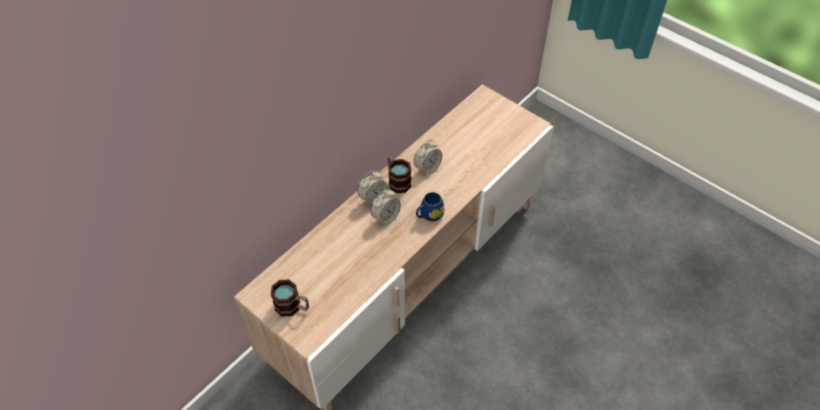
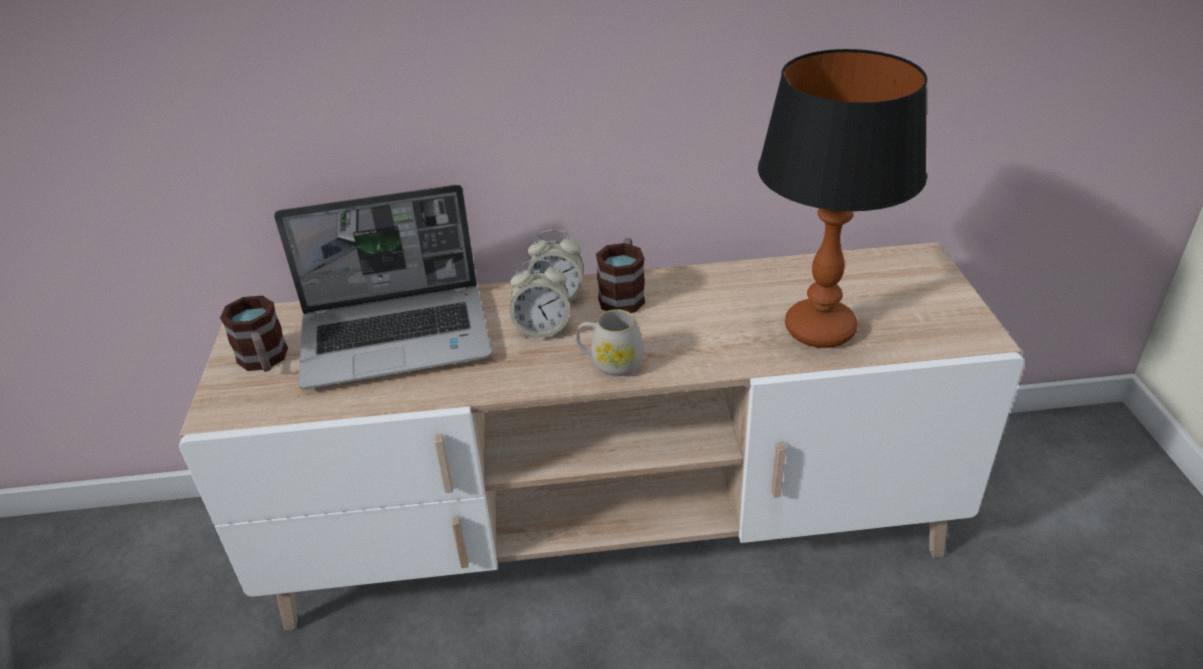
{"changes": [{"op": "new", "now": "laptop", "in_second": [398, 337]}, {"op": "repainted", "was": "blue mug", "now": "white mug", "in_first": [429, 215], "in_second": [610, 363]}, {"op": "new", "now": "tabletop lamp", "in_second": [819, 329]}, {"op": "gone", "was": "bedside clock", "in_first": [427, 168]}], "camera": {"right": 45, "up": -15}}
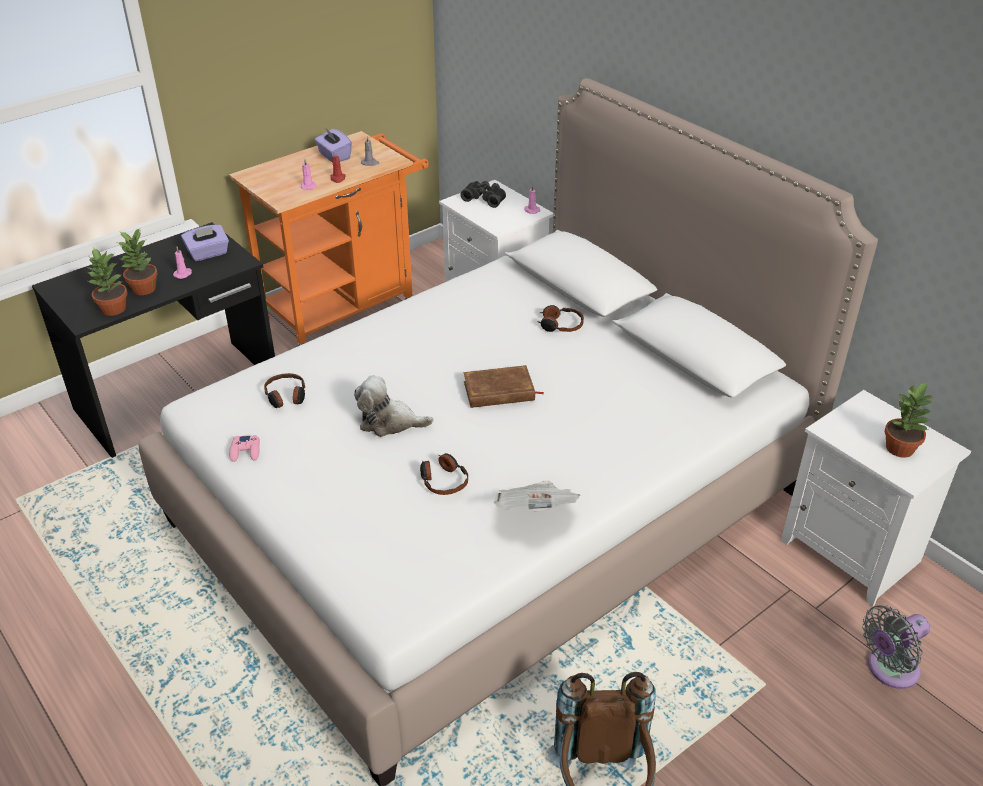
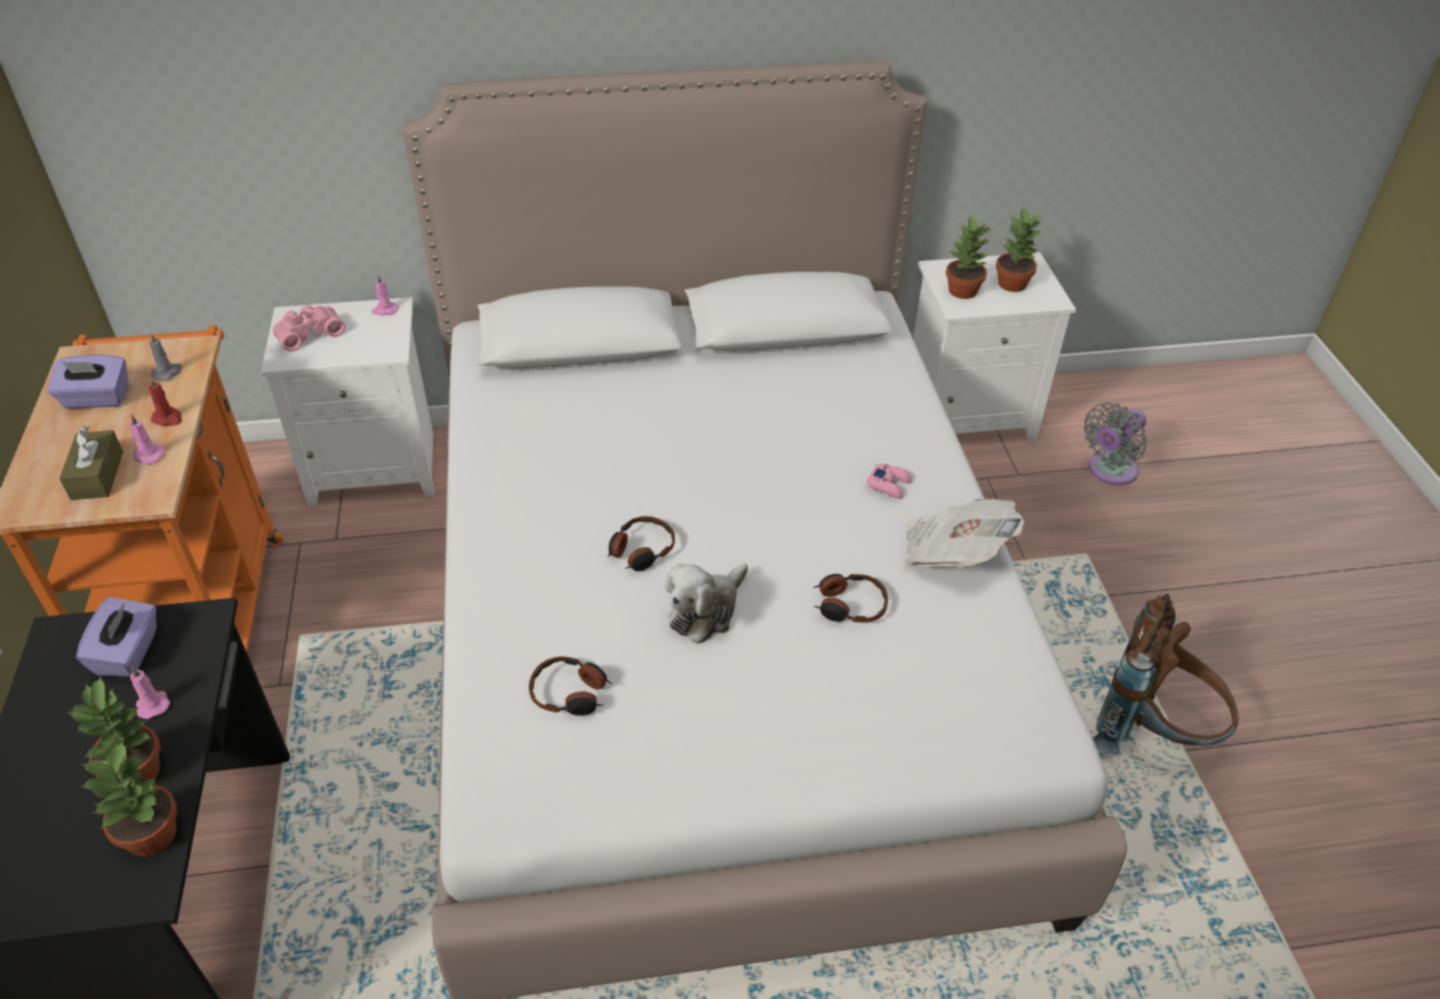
{"changes": [{"op": "new", "now": "brown-coloured tissue box", "in_second": [97, 475]}, {"op": "repainted", "was": "black field glasses", "now": "pink-coloured field glasses", "in_first": [485, 198], "in_second": [309, 333]}, {"op": "shifted", "was": "headphones", "in_first": [560, 325], "in_second": [641, 551]}, {"op": "shifted", "was": "pink-coloured gamepad", "in_first": [246, 451], "in_second": [889, 484]}, {"op": "new", "now": "potted plant", "in_second": [962, 291]}, {"op": "rotated", "was": "gray electric fan", "in_first": [889, 670], "in_second": [1109, 471], "clockwise": 45}, {"op": "gone", "was": "brown-coloured book", "in_first": [499, 391]}], "camera": {"right": -60, "up": 5}}
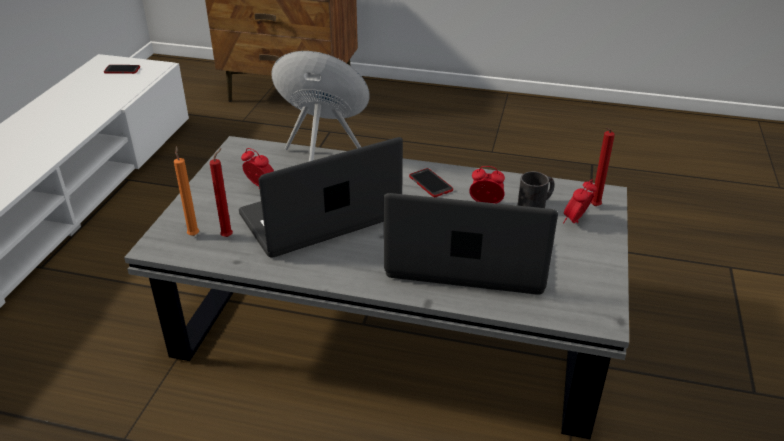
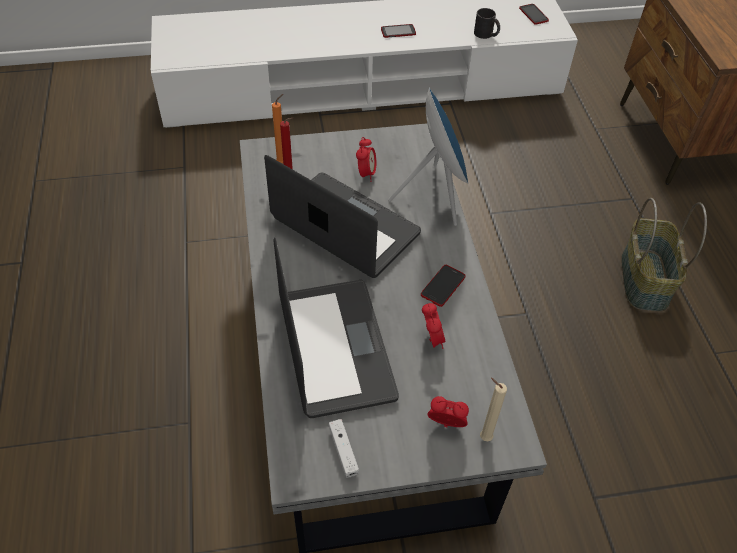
{"changes": [{"op": "new", "now": "white gamepad", "in_second": [343, 451]}, {"op": "new", "now": "handset", "in_second": [398, 31]}, {"op": "shifted", "was": "black mug", "in_first": [536, 204], "in_second": [486, 34]}, {"op": "repainted", "was": "red wax candle", "now": "beige-coloured wax candle", "in_first": [594, 207], "in_second": [483, 437]}, {"op": "new", "now": "basket", "in_second": [643, 279]}], "camera": {"right": 65, "up": 15}}
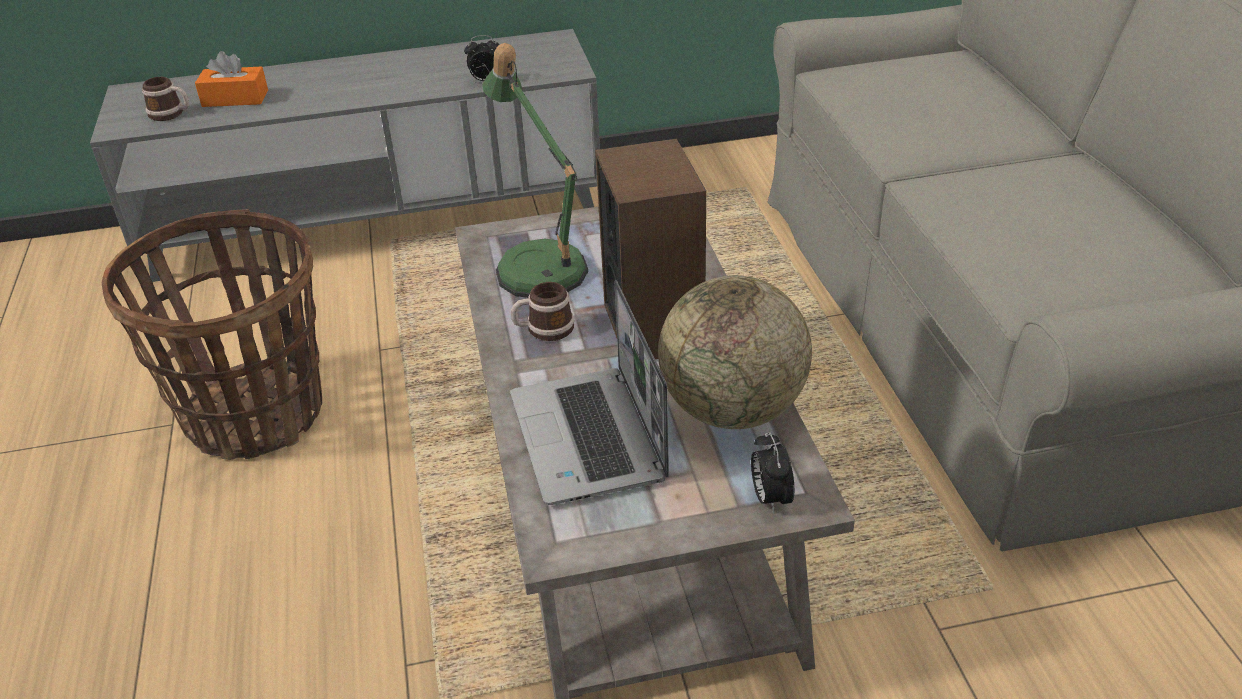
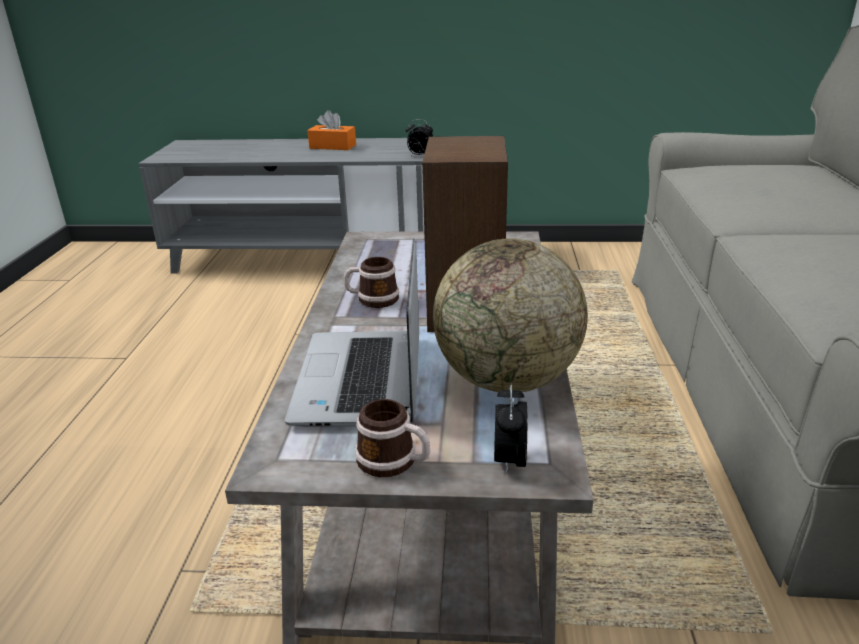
{"changes": [{"op": "shifted", "was": "orangey tissue box", "in_first": [235, 98], "in_second": [332, 146]}, {"op": "shifted", "was": "mug", "in_first": [171, 114], "in_second": [394, 462]}, {"op": "gone", "was": "basket", "in_first": [255, 414]}, {"op": "gone", "was": "tabletop lamp", "in_first": [538, 263]}], "camera": {"right": 15, "up": -10}}
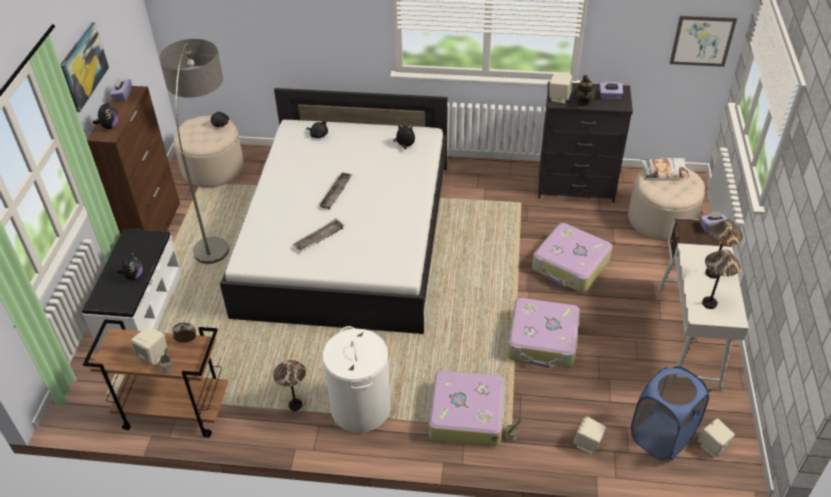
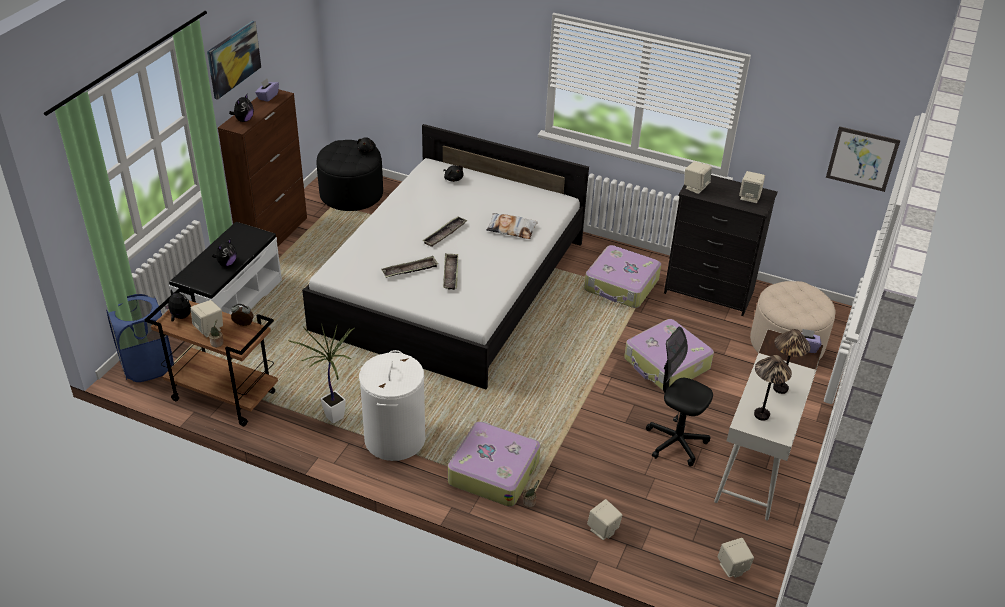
{"changes": [{"op": "shifted", "was": "blue laundry basket", "in_first": [661, 436], "in_second": [147, 366]}, {"op": "shifted", "was": "plush toy", "in_first": [405, 146], "in_second": [180, 317]}, {"op": "swapped", "was": "tabletop lamp", "now": "potted plant", "in_first": [295, 405], "in_second": [335, 420]}, {"op": "repainted", "was": "beige-coloured footrest", "now": "black footrest", "in_first": [213, 168], "in_second": [351, 194]}, {"op": "new", "now": "serving tray", "in_second": [451, 274]}, {"op": "shifted", "was": "throw pillow", "in_first": [664, 171], "in_second": [511, 229]}, {"op": "shifted", "was": "piece of luggage", "in_first": [543, 341], "in_second": [621, 285]}, {"op": "new", "now": "black desk chair", "in_second": [675, 442]}, {"op": "swapped", "was": "purplish tissue box", "now": "beige-coloured audio speaker", "in_first": [610, 96], "in_second": [750, 197]}, {"op": "gone", "was": "standing lamp", "in_first": [220, 222]}, {"op": "gone", "was": "tea pot", "in_first": [583, 102]}], "camera": {"right": 15, "up": -5}}
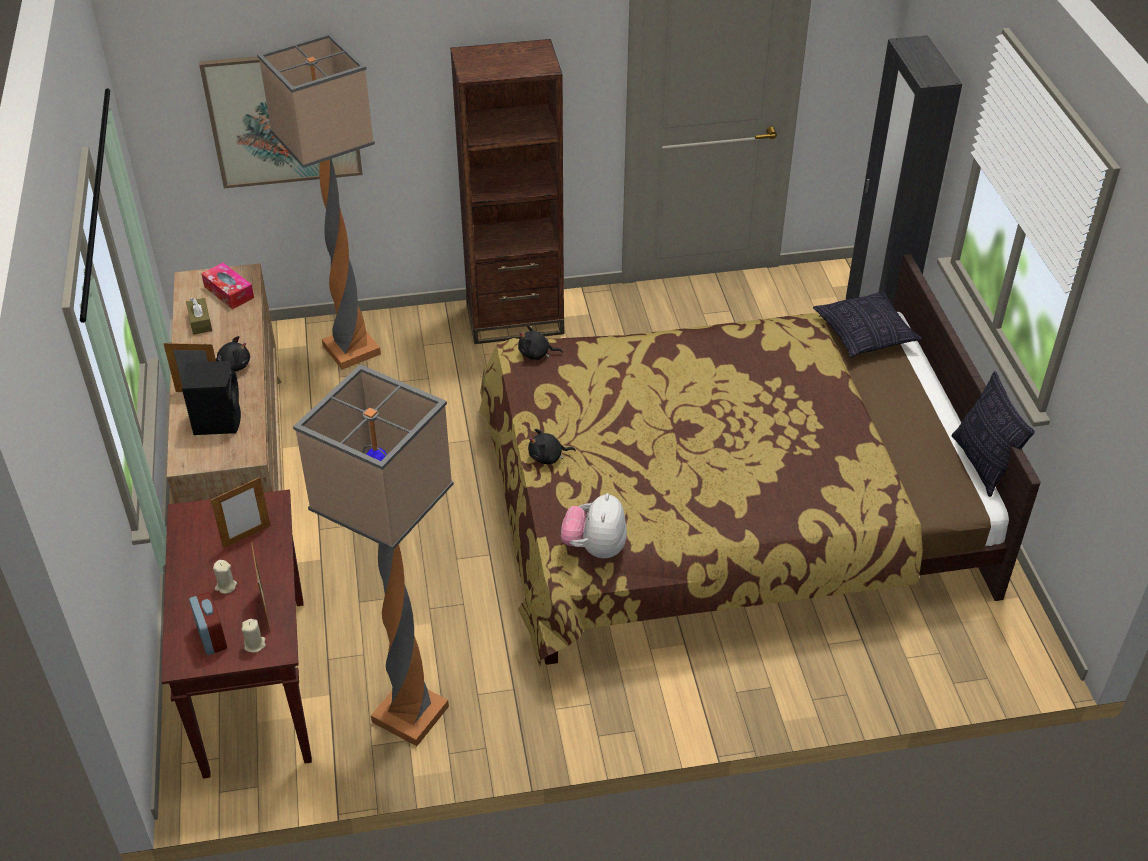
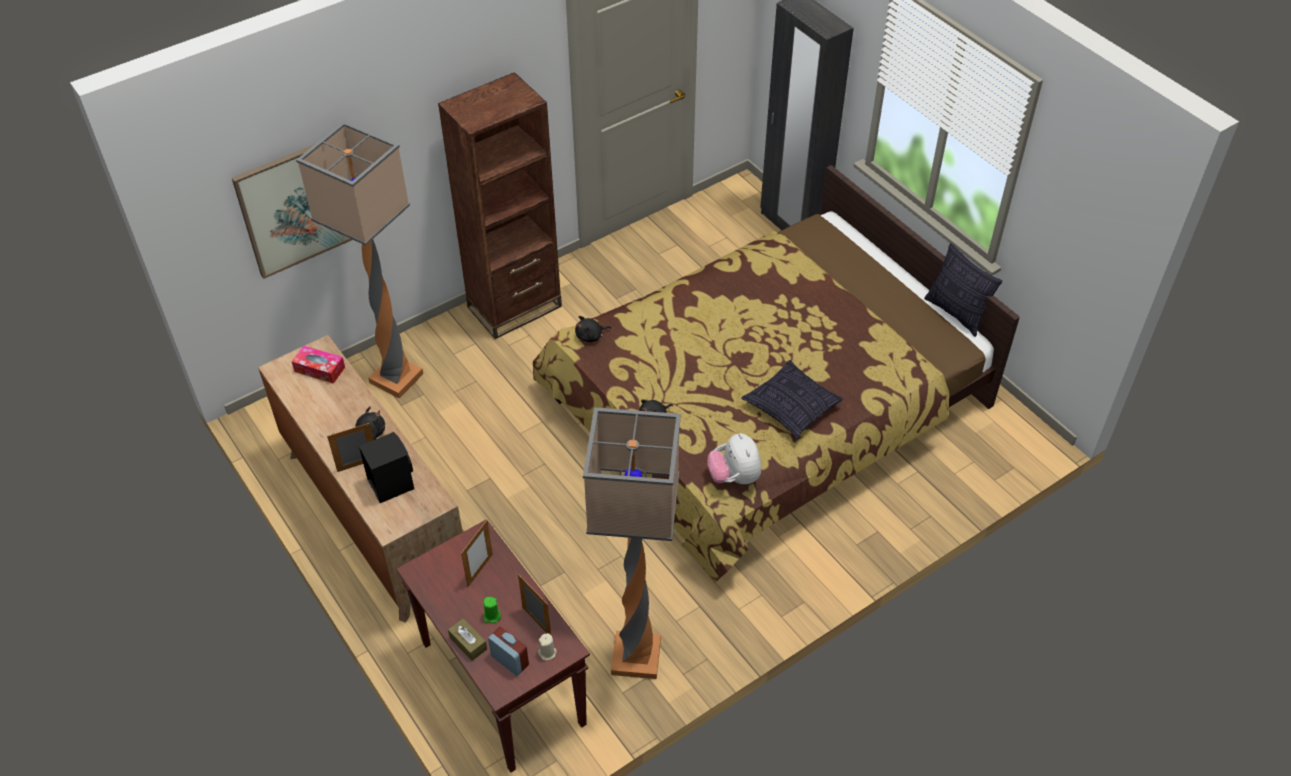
{"changes": [{"op": "shifted", "was": "brown-coloured tissue box", "in_first": [200, 322], "in_second": [468, 643]}, {"op": "repainted", "was": "beige-coloured wax candle", "now": "green wax candle", "in_first": [226, 586], "in_second": [492, 616]}, {"op": "shifted", "was": "throw pillow", "in_first": [865, 335], "in_second": [792, 407]}], "camera": {"right": -25, "up": 5}}
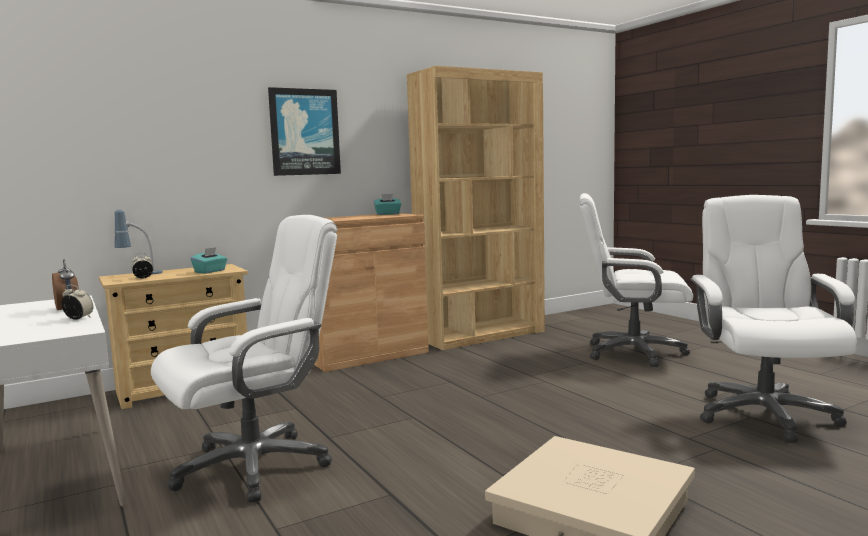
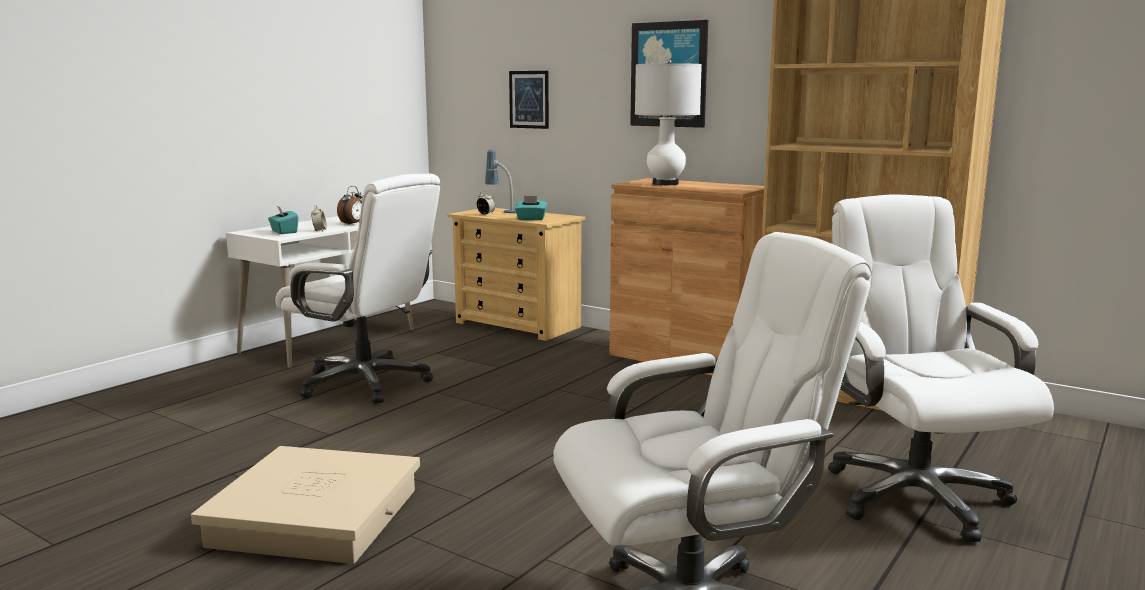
{"changes": [{"op": "shifted", "was": "blue-green tissue box", "in_first": [387, 214], "in_second": [284, 232]}, {"op": "new", "now": "wall picture", "in_second": [529, 99]}, {"op": "new", "now": "white tabletop lamp", "in_second": [665, 184]}], "camera": {"right": 65, "up": 5}}
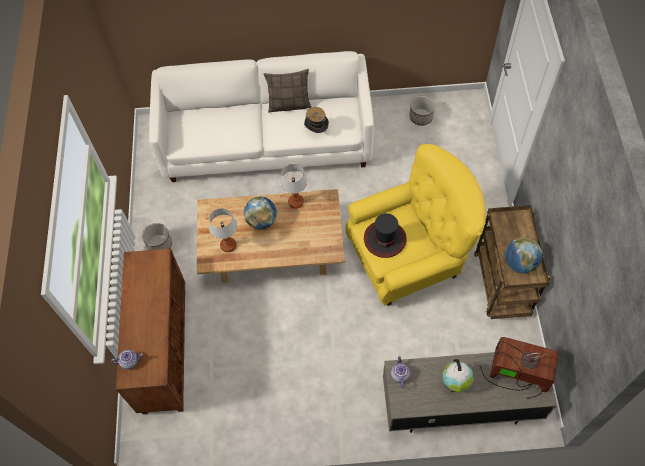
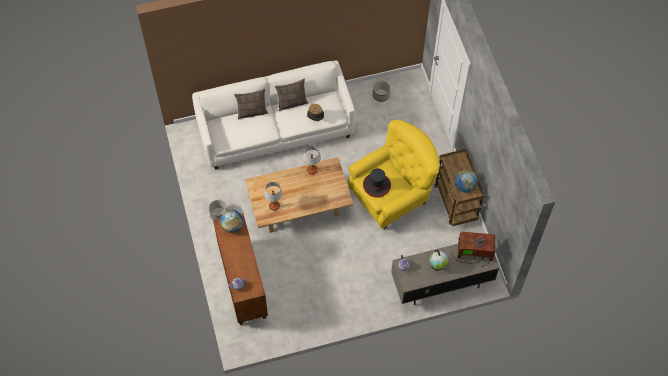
{"changes": [{"op": "shifted", "was": "desk globe", "in_first": [261, 221], "in_second": [232, 226]}, {"op": "new", "now": "throw pillow", "in_second": [252, 112]}], "camera": {"right": -15, "up": 0}}
